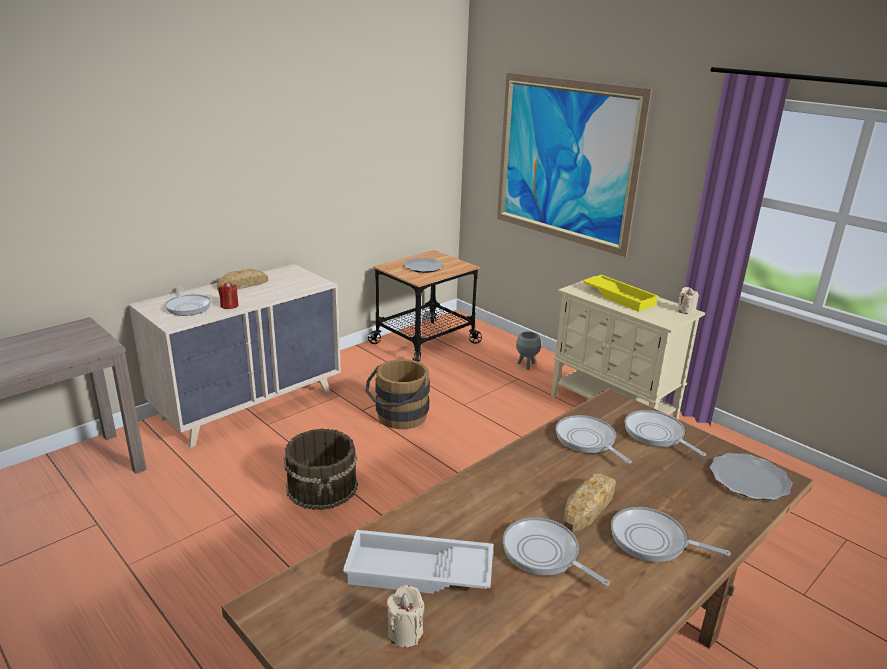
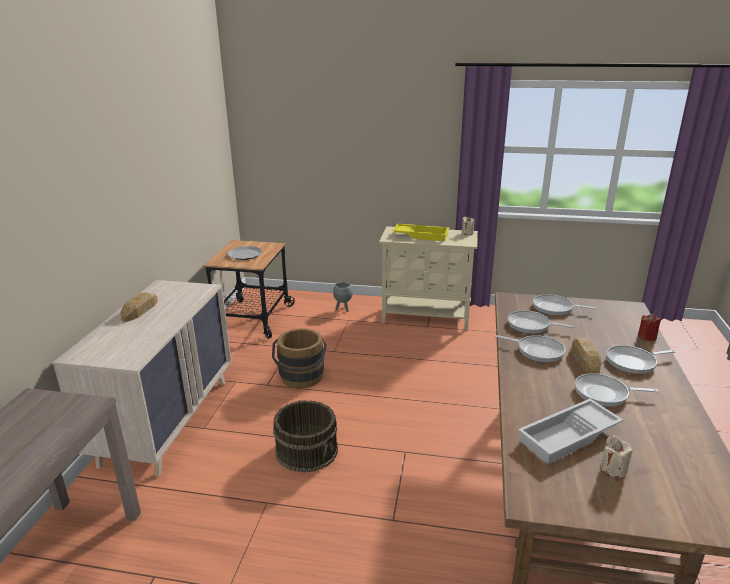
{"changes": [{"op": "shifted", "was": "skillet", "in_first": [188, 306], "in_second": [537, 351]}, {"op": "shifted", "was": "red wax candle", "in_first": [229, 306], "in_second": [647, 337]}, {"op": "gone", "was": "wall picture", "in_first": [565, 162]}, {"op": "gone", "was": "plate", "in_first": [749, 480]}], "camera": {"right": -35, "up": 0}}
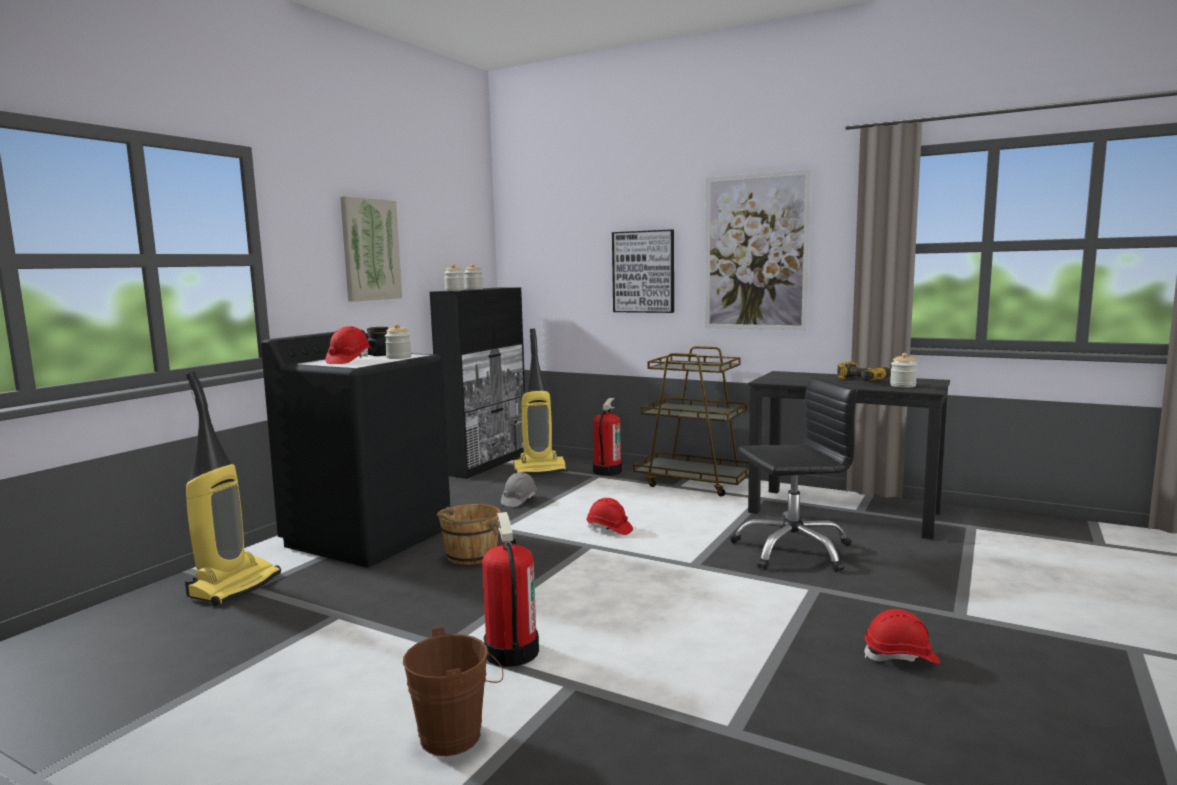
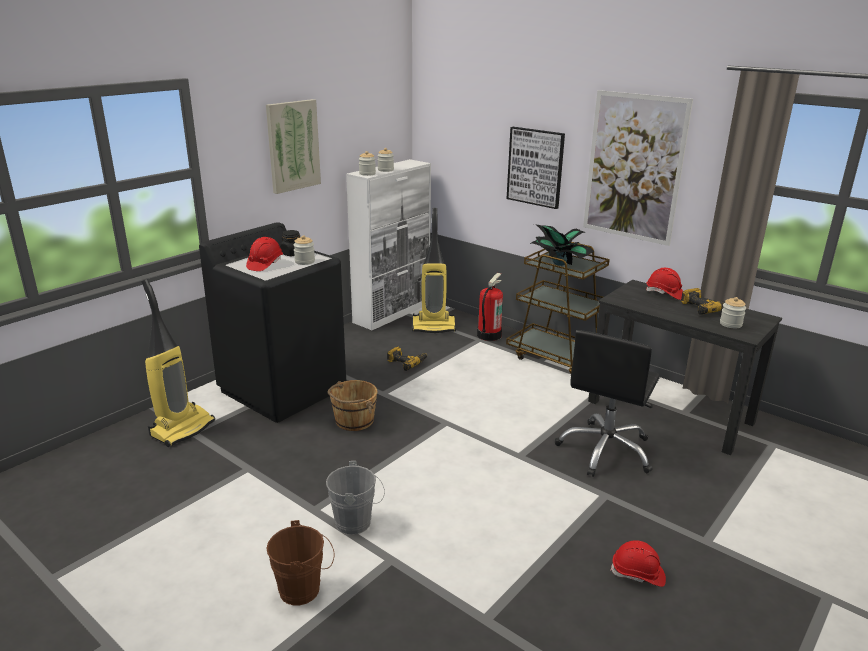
{"changes": [{"op": "swapped", "was": "extinguisher", "now": "gray pail", "in_first": [510, 652], "in_second": [357, 522]}, {"op": "repainted", "was": "black cabinet", "now": "white cabinet", "in_first": [486, 463], "in_second": [392, 313]}, {"op": "swapped", "was": "gray hard hat", "now": "power drill", "in_first": [519, 500], "in_second": [406, 362]}, {"op": "new", "now": "potted plant", "in_second": [559, 263]}, {"op": "rotated", "was": "black desk chair", "in_first": [792, 550], "in_second": [606, 450], "clockwise": 120}, {"op": "shifted", "was": "red hard hat", "in_first": [609, 529], "in_second": [664, 293]}], "camera": {"right": 10, "up": 15}}
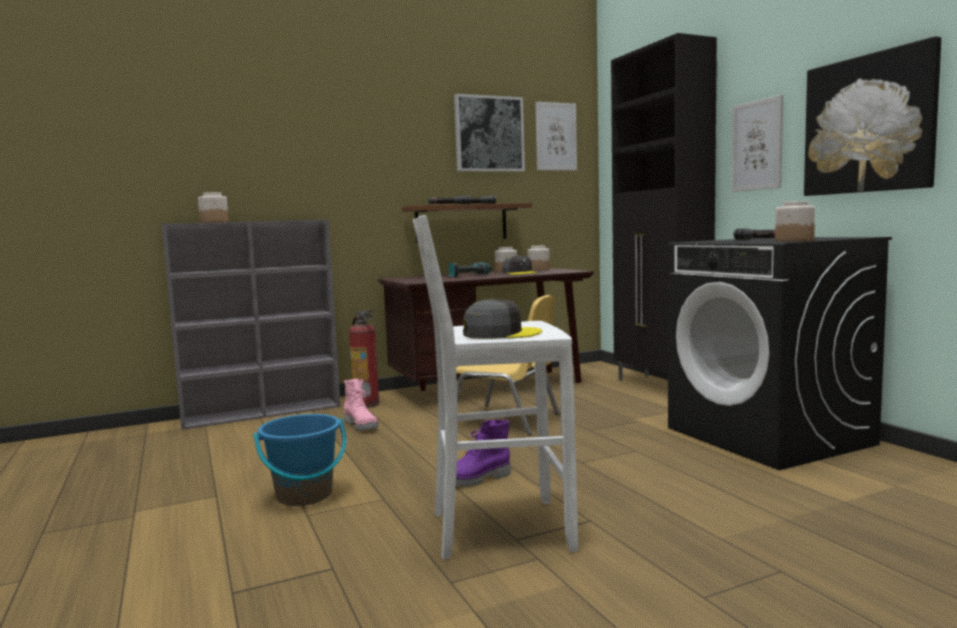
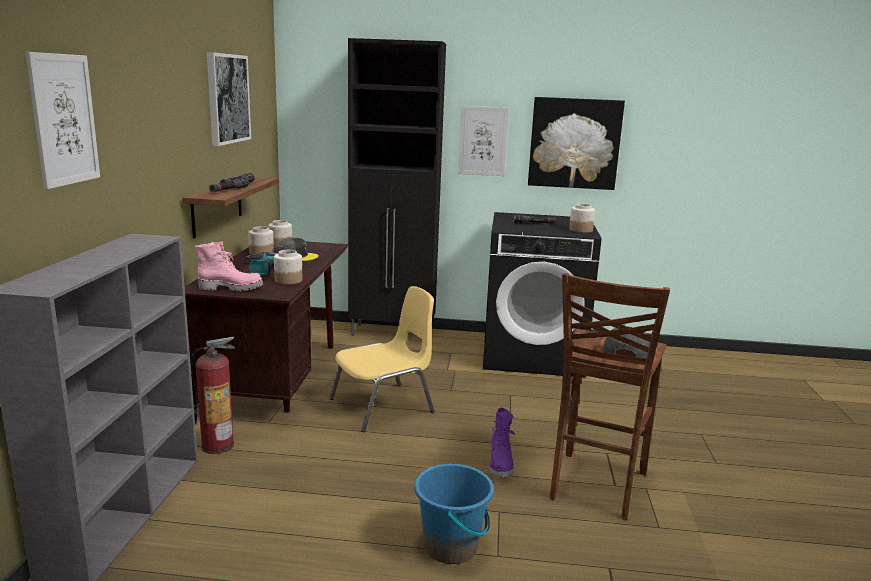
{"changes": [{"op": "shifted", "was": "wall picture", "in_first": [556, 136], "in_second": [64, 120]}, {"op": "shifted", "was": "pink-coloured boot", "in_first": [362, 425], "in_second": [231, 288]}, {"op": "shifted", "was": "storage jar", "in_first": [214, 222], "in_second": [288, 280]}, {"op": "repainted", "was": "white stool seat", "now": "brown-coloured stool seat", "in_first": [496, 529], "in_second": [595, 486]}], "camera": {"right": -60, "up": 10}}
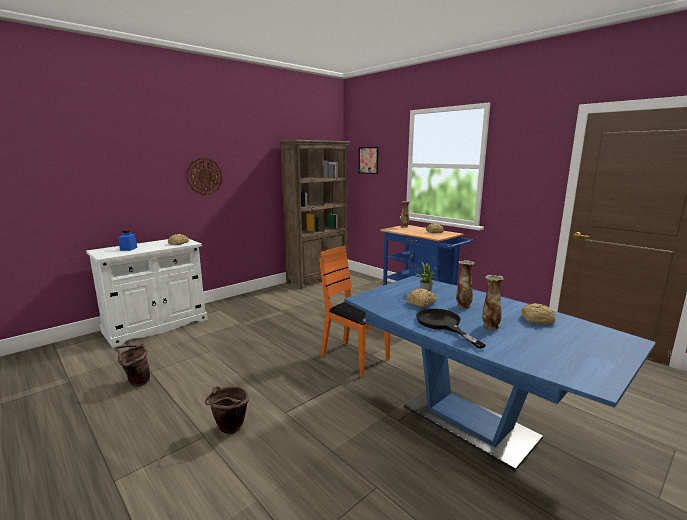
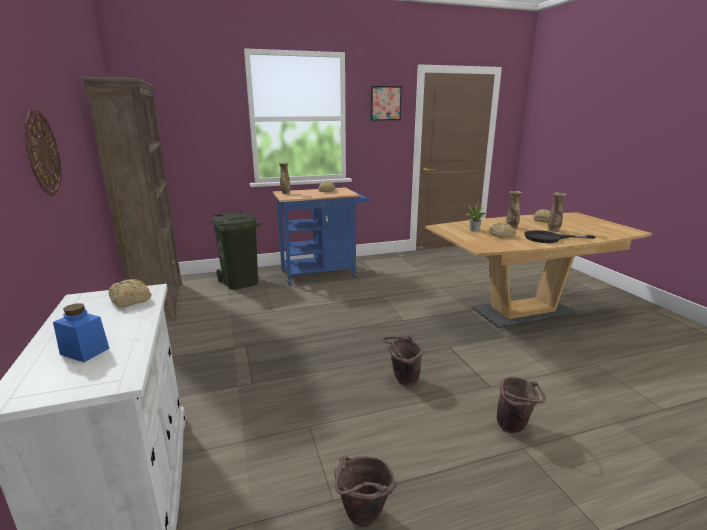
{"changes": [{"op": "new", "now": "green trash can", "in_second": [239, 282]}, {"op": "shifted", "was": "wall picture", "in_first": [368, 160], "in_second": [385, 103]}, {"op": "new", "now": "brown-coloured pail", "in_second": [402, 380]}, {"op": "repainted", "was": "blue dinner table", "now": "brown-coloured dinner table", "in_first": [469, 422], "in_second": [522, 311]}, {"op": "gone", "was": "orangey chair", "in_first": [354, 358]}], "camera": {"right": -65, "up": 5}}
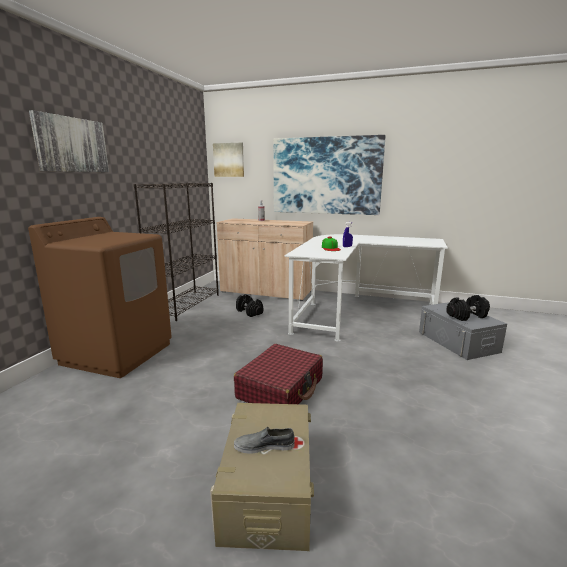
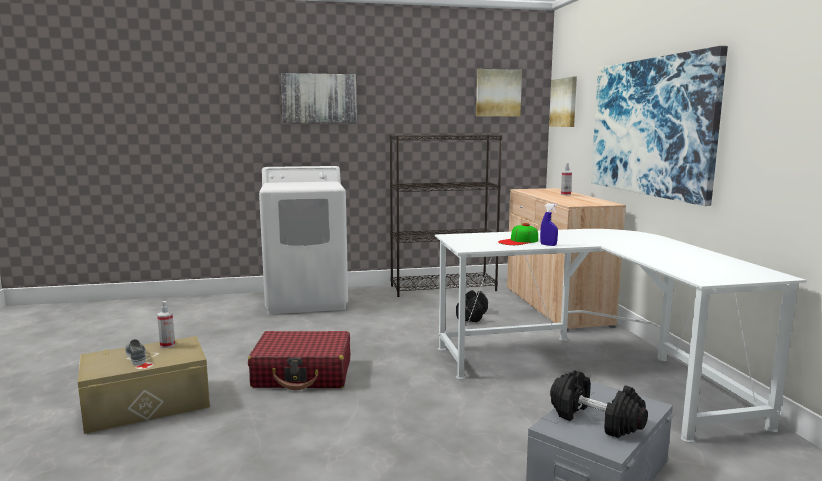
{"changes": [{"op": "new", "now": "spray bottle", "in_second": [167, 345]}, {"op": "repainted", "was": "brown-coloured laundry appliance", "now": "white laundry appliance", "in_first": [117, 353], "in_second": [307, 300]}, {"op": "new", "now": "wall picture", "in_second": [498, 93]}], "camera": {"right": 60, "up": -5}}
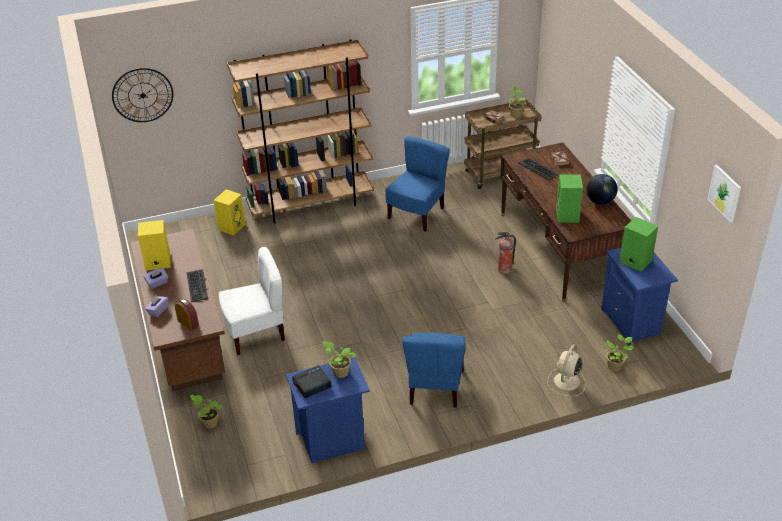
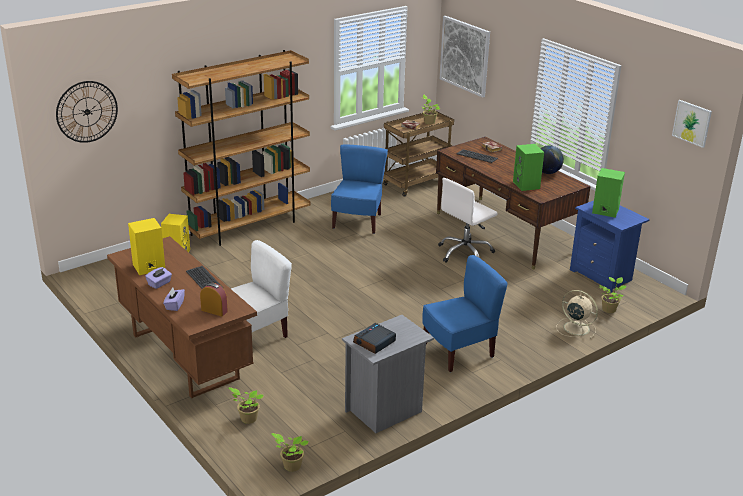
{"changes": [{"op": "shifted", "was": "potted plant", "in_first": [339, 372], "in_second": [291, 466]}, {"op": "repainted", "was": "blue bedside table", "now": "gray bedside table", "in_first": [332, 441], "in_second": [385, 411]}, {"op": "rotated", "was": "blue chair", "in_first": [435, 387], "in_second": [459, 351], "clockwise": -105}, {"op": "swapped", "was": "extinguisher", "now": "white desk chair", "in_first": [503, 270], "in_second": [465, 253]}, {"op": "new", "now": "wall picture", "in_second": [465, 56]}, {"op": "rotated", "was": "beige-coloured electric fan", "in_first": [566, 382], "in_second": [575, 328], "clockwise": 120}], "camera": {"right": -20, "up": -10}}
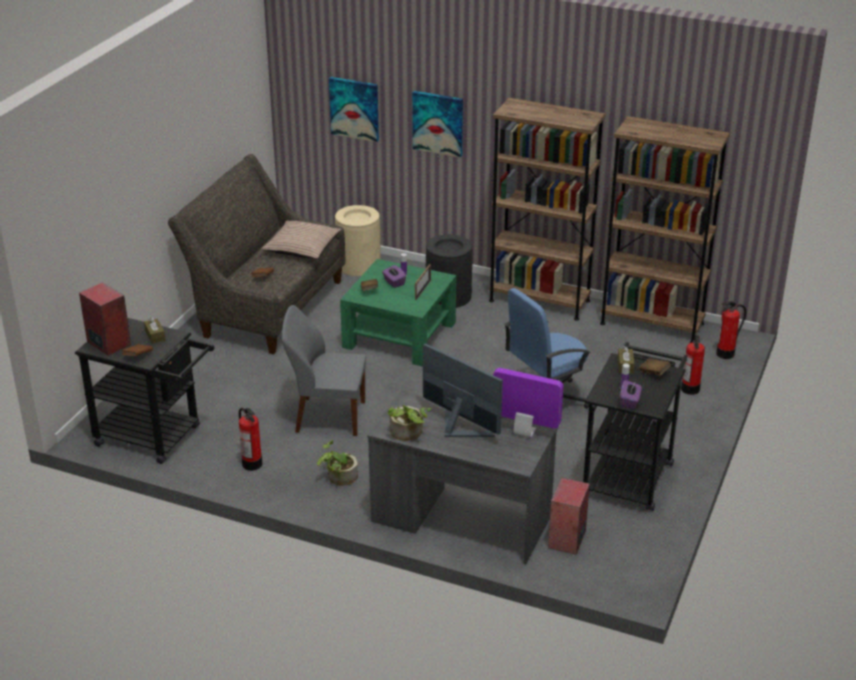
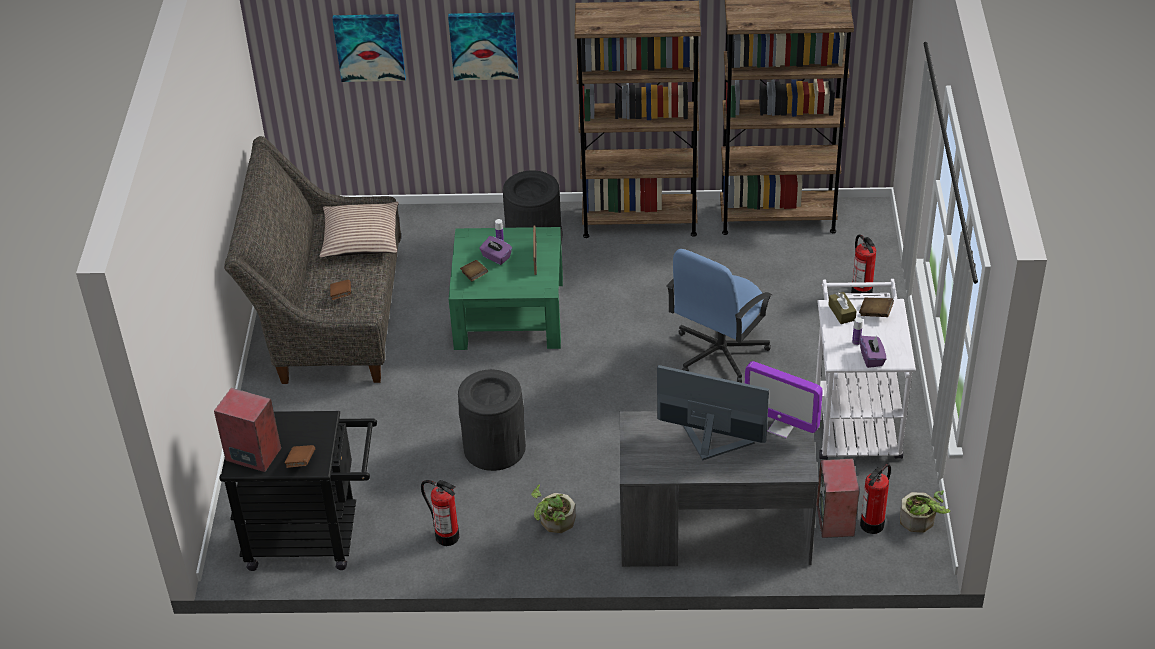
{"changes": [{"op": "swapped", "was": "gray chair", "now": "black trash can", "in_first": [328, 416], "in_second": [494, 447]}, {"op": "rotated", "was": "computer screen", "in_first": [524, 432], "in_second": [781, 428], "clockwise": -150}, {"op": "repainted", "was": "black cart", "now": "white cart", "in_first": [630, 472], "in_second": [855, 418]}, {"op": "shifted", "was": "extinguisher", "in_first": [725, 354], "in_second": [872, 524]}, {"op": "shifted", "was": "potted plant", "in_first": [408, 434], "in_second": [921, 522]}, {"op": "gone", "was": "brown-coloured tissue box", "in_first": [155, 335]}, {"op": "gone", "was": "beige-coloured trash can", "in_first": [358, 265]}], "camera": {"right": -20, "up": 10}}
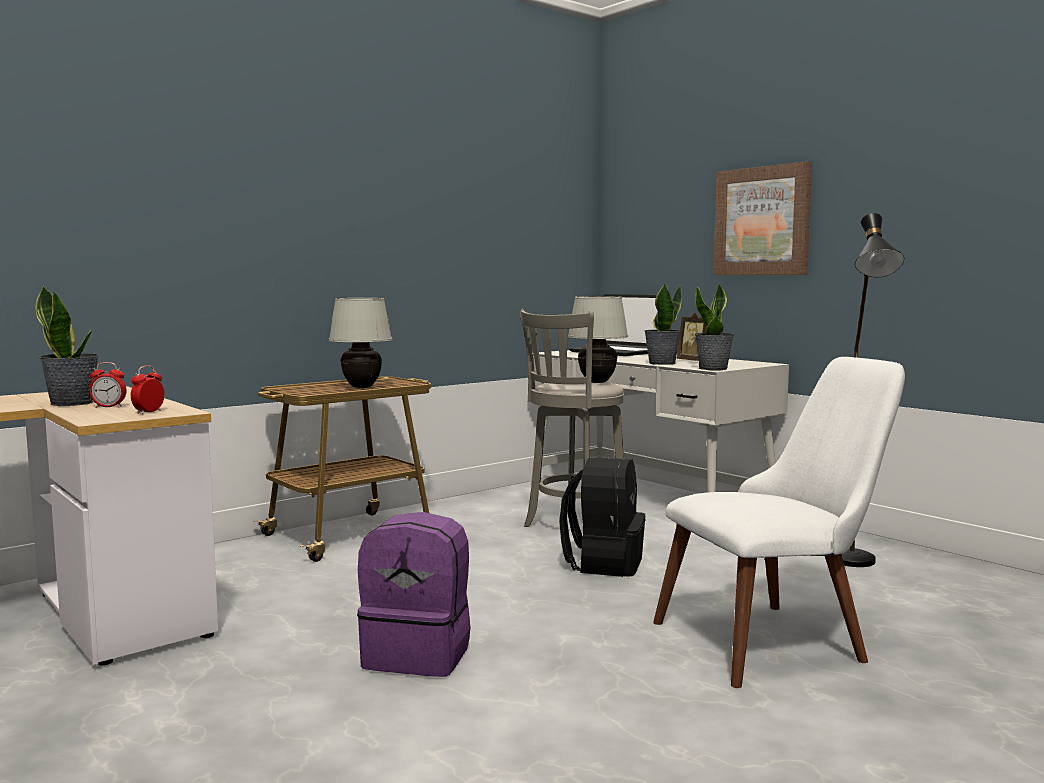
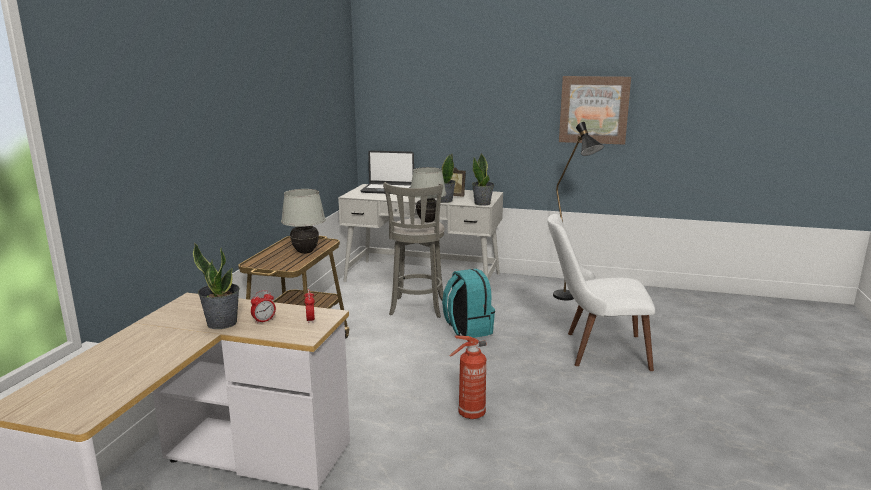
{"changes": [{"op": "repainted", "was": "black backpack", "now": "blue-green backpack", "in_first": [604, 563], "in_second": [467, 329]}, {"op": "swapped", "was": "purplish backpack", "now": "extinguisher", "in_first": [419, 655], "in_second": [470, 414]}, {"op": "rotated", "was": "white chair", "in_first": [778, 638], "in_second": [594, 350], "clockwise": -120}, {"op": "shifted", "was": "wall picture", "in_first": [762, 221], "in_second": [594, 110]}], "camera": {"right": -35, "up": 10}}
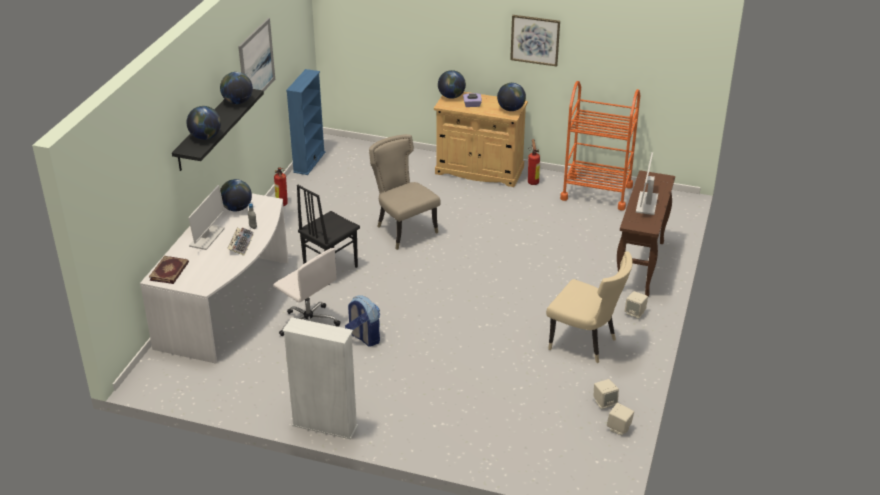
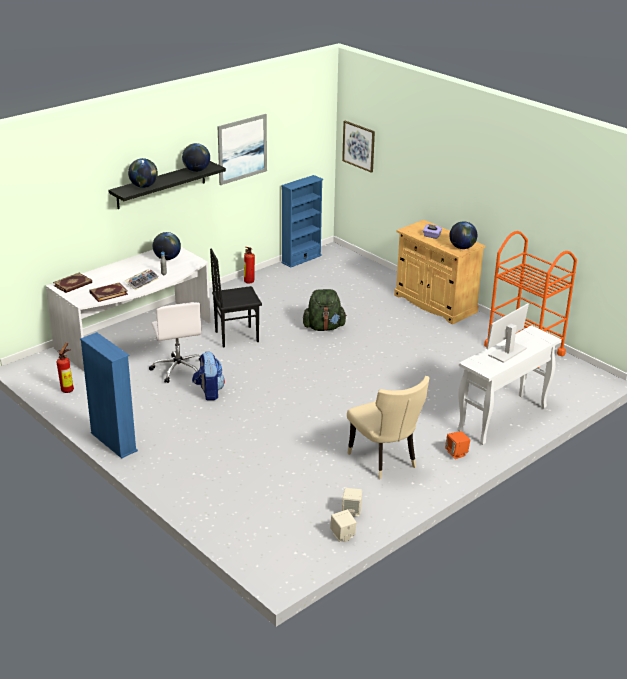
{"changes": [{"op": "shifted", "was": "extinguisher", "in_first": [533, 181], "in_second": [68, 389]}, {"op": "repainted", "was": "white bookshelf", "now": "blue bookshelf", "in_first": [325, 426], "in_second": [113, 442]}, {"op": "new", "now": "book", "in_second": [108, 293]}, {"op": "swapped", "was": "beige-coloured chair", "now": "green backpack", "in_first": [404, 230], "in_second": [324, 327]}, {"op": "shifted", "was": "wall picture", "in_first": [535, 40], "in_second": [359, 146]}, {"op": "repainted", "was": "beige-coloured audio speaker", "now": "orangey audio speaker", "in_first": [635, 313], "in_second": [456, 453]}, {"op": "repainted", "was": "brown-coloured hall table", "now": "white hall table", "in_first": [640, 267], "in_second": [502, 419]}, {"op": "gone", "was": "computer screen", "in_first": [207, 237]}, {"op": "gone", "was": "desk globe", "in_first": [451, 96]}], "camera": {"right": 30, "up": -5}}
